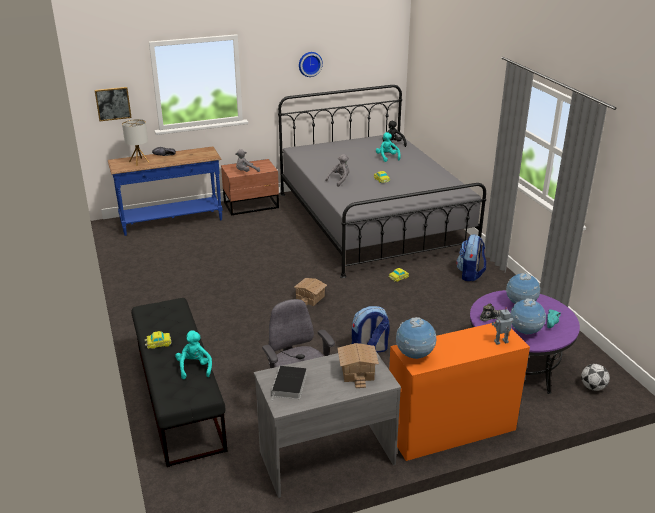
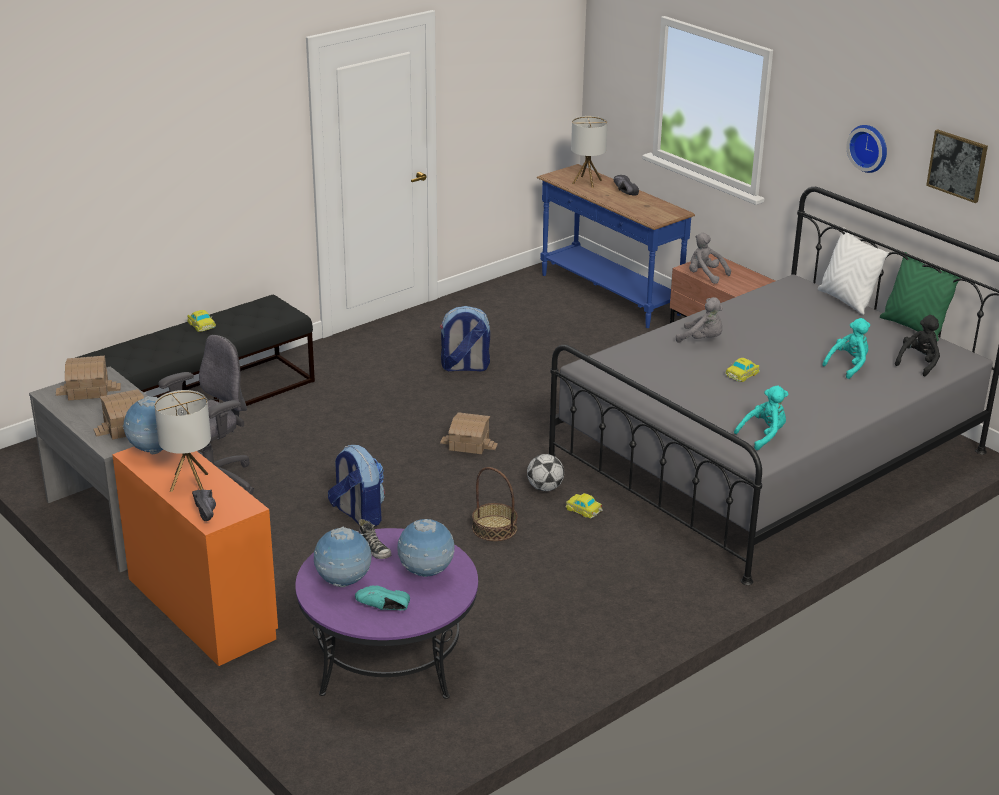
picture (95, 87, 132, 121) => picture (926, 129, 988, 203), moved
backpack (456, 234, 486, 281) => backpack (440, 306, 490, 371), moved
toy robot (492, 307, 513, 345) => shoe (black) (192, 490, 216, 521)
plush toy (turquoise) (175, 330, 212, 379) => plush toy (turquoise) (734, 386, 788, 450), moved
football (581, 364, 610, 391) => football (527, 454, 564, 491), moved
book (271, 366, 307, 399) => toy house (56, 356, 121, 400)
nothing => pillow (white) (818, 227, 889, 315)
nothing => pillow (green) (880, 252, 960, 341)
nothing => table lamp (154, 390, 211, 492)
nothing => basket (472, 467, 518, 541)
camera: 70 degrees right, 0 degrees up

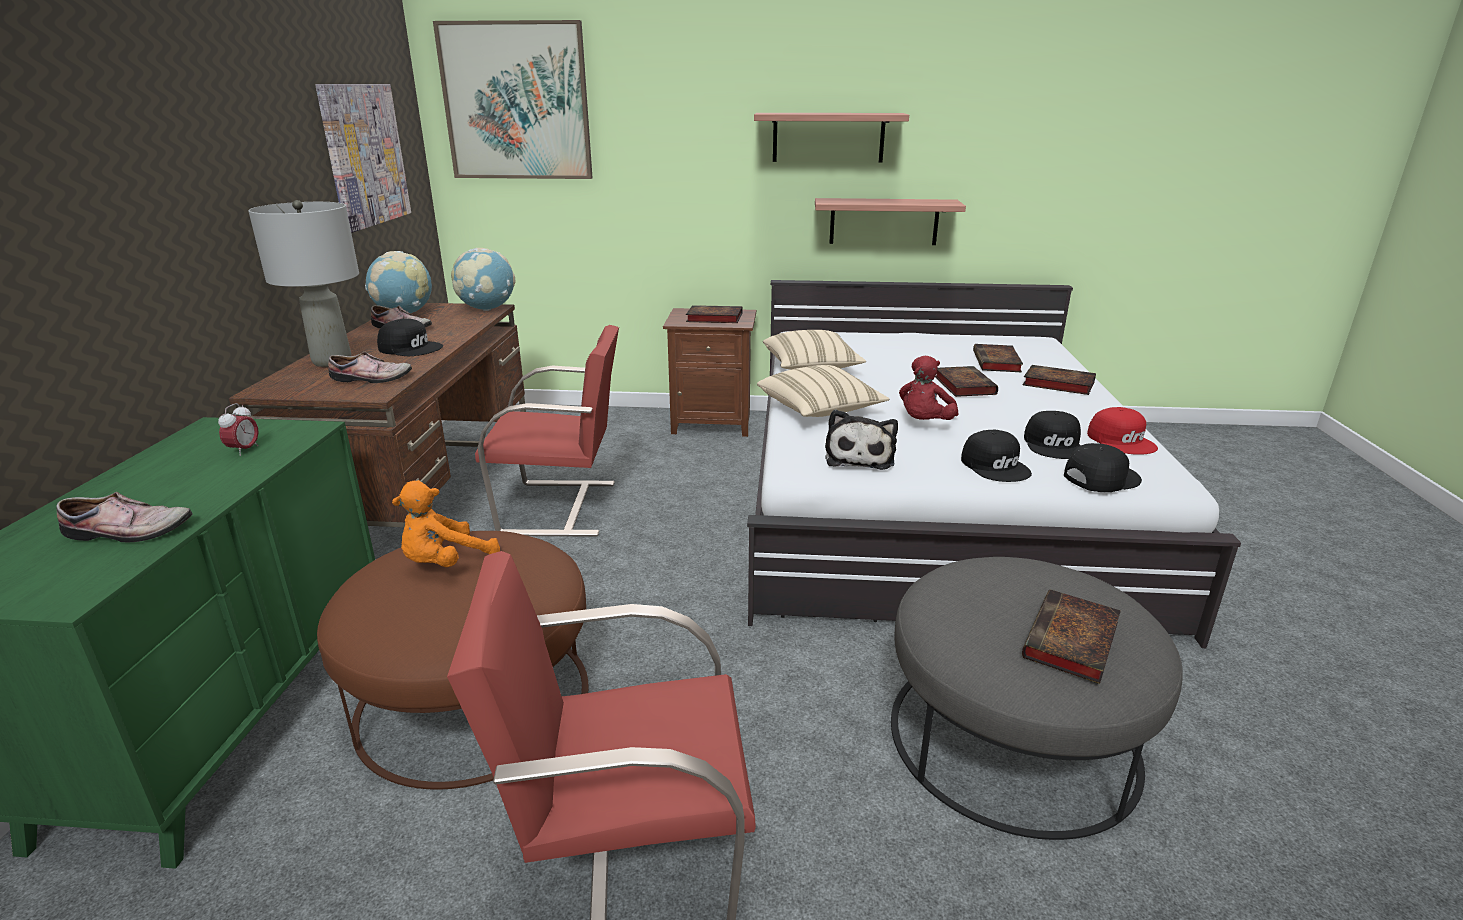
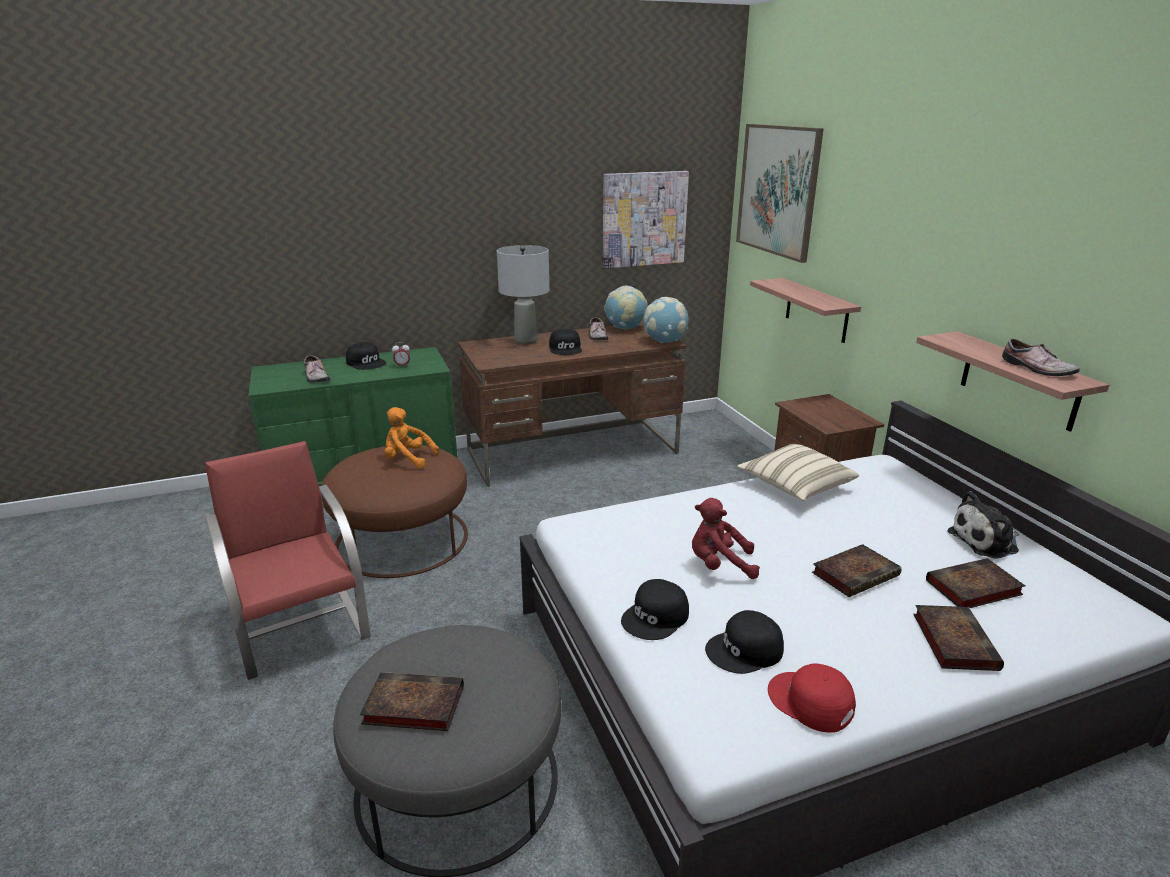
shelf (754, 113, 909, 163) => shelf (750, 278, 861, 343), moved
book (686, 305, 743, 323) => nothing
chair (red) (475, 325, 619, 537) => nothing
shoe (328, 352, 412, 383) => shoe (1002, 338, 1080, 376), moved
pillow (beige) (757, 365, 890, 417) => nothing
cap (red) (1087, 407, 1158, 455) => cap (red) (768, 663, 856, 733), 90 degrees clockwise
plush toy (825, 409, 898, 470) => plush toy (947, 491, 1019, 559), moved
cap (black) (1064, 443, 1142, 492) => cap (black) (346, 342, 386, 370), moved
camera: 65 degrees right, 0 degrees up

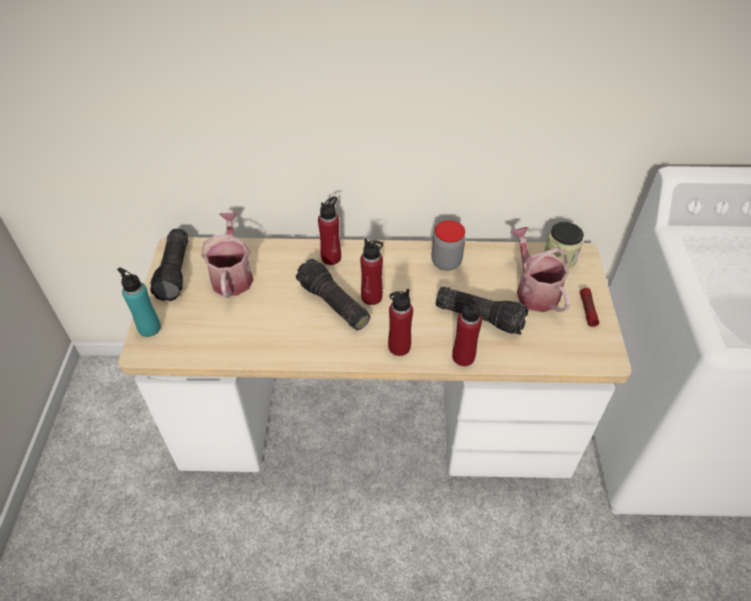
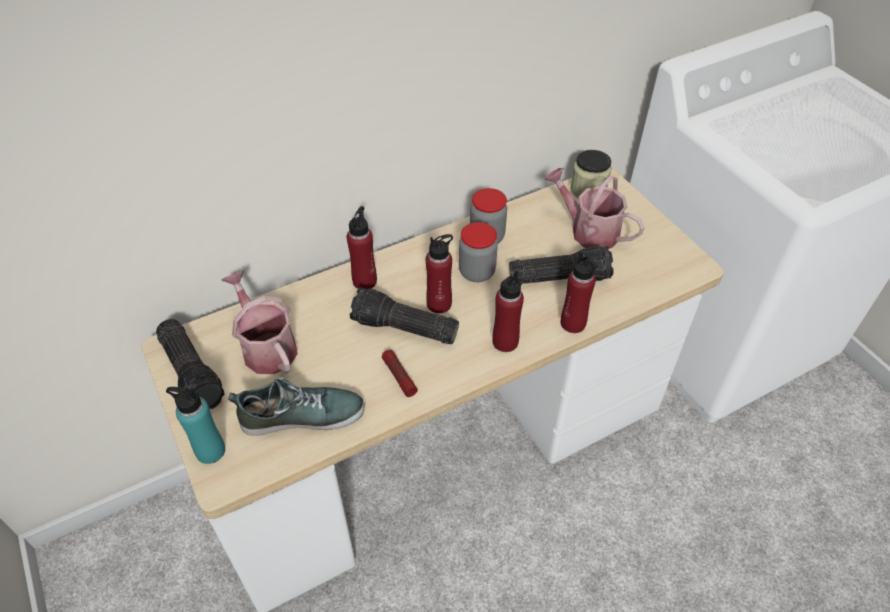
flashlight (580, 288, 599, 327) => flashlight (382, 350, 418, 397), moved
nothing => jar (459, 222, 498, 282)
nothing => shoe (228, 378, 365, 436)
camera: 30 degrees left, 0 degrees up

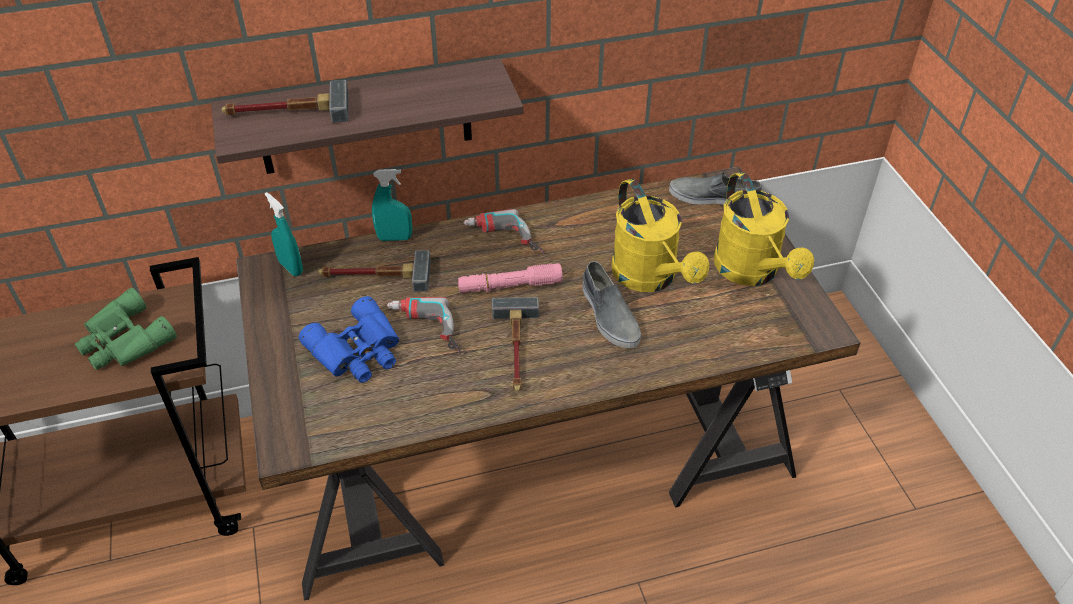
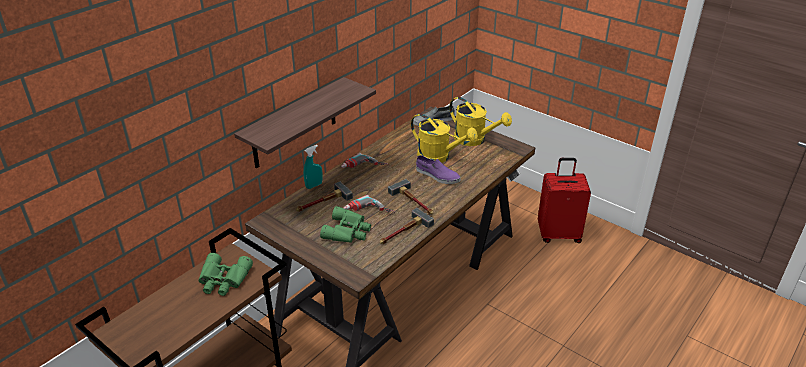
hammer (221, 80, 349, 123) => hammer (380, 208, 434, 244), moved
spray bottle (turquoise) (265, 192, 303, 276) => nothing
shoe (grey) (583, 261, 641, 348) => shoe (purple) (416, 155, 460, 184)
flashlight (pink) (458, 263, 563, 293) => nothing
binoculars (blue) (299, 296, 399, 383) => binoculars (green) (320, 206, 371, 243)
nothing => suitcase (red) (538, 158, 591, 243)
camera: 35 degrees left, 10 degrees down

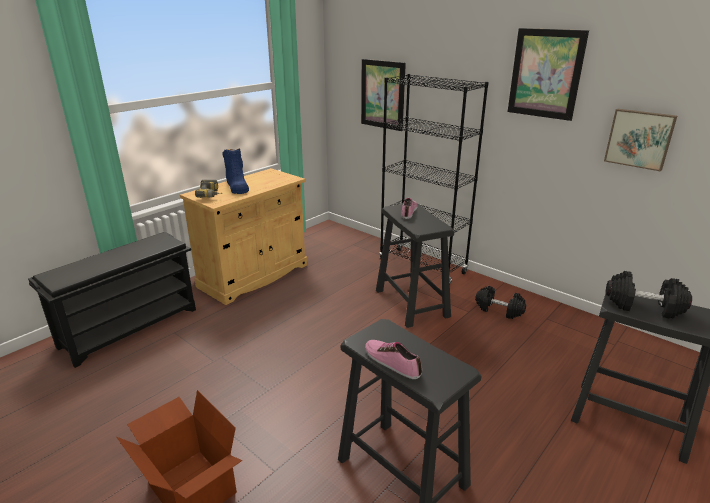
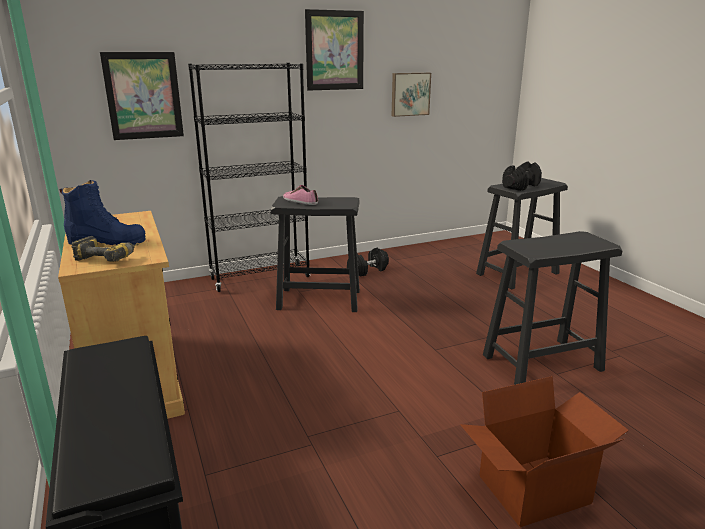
shoe (365, 340, 422, 379) => nothing
camera: 65 degrees left, 5 degrees down

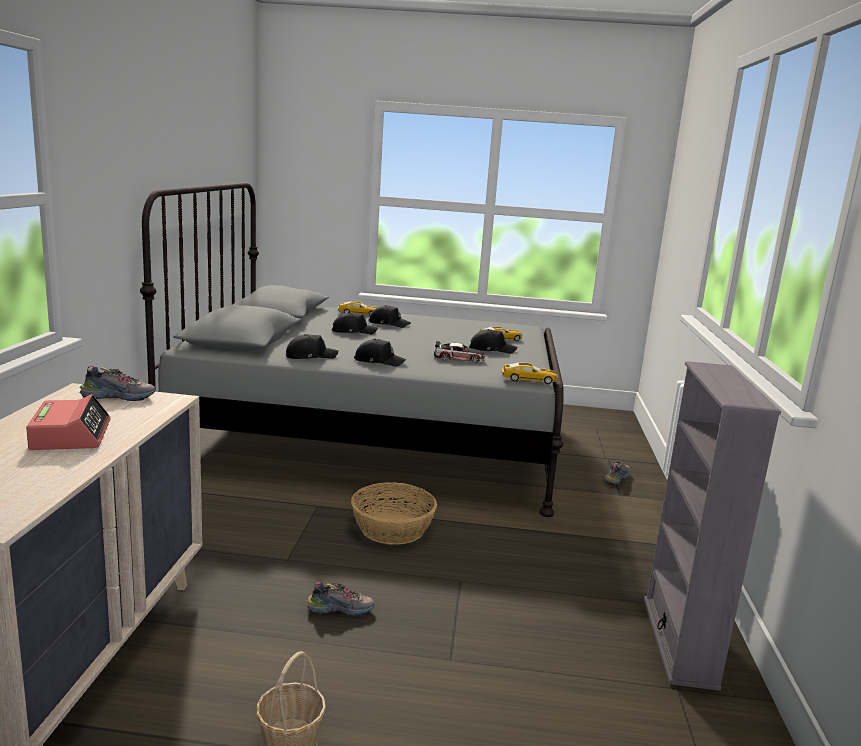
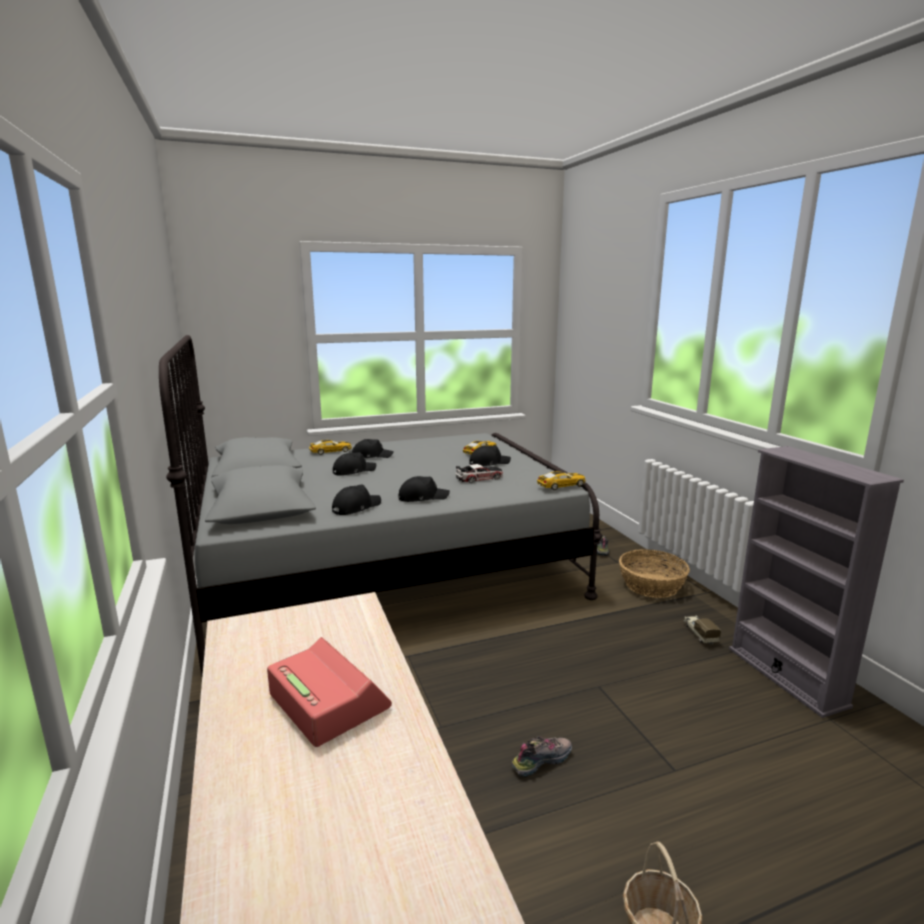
shoe (79, 366, 156, 401) => nothing
basket (351, 482, 437, 545) => basket (619, 549, 690, 598), moved
nothing => toy truck (684, 616, 721, 645)
camera: 25 degrees left, 0 degrees up

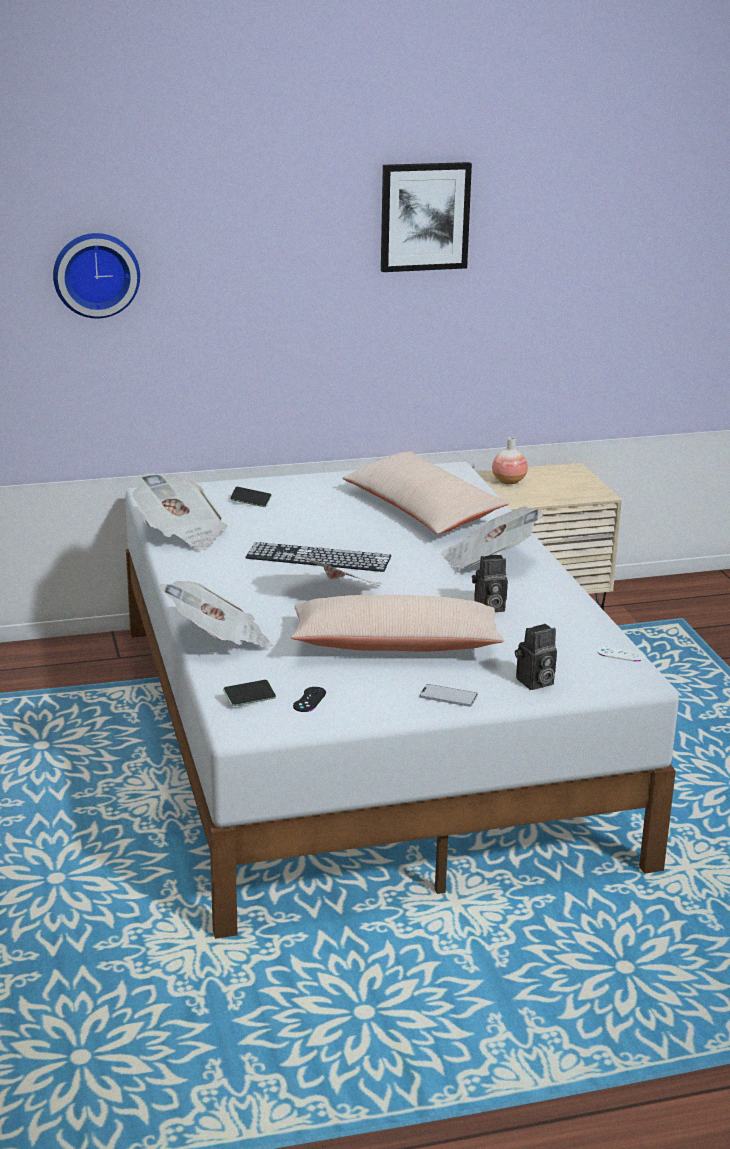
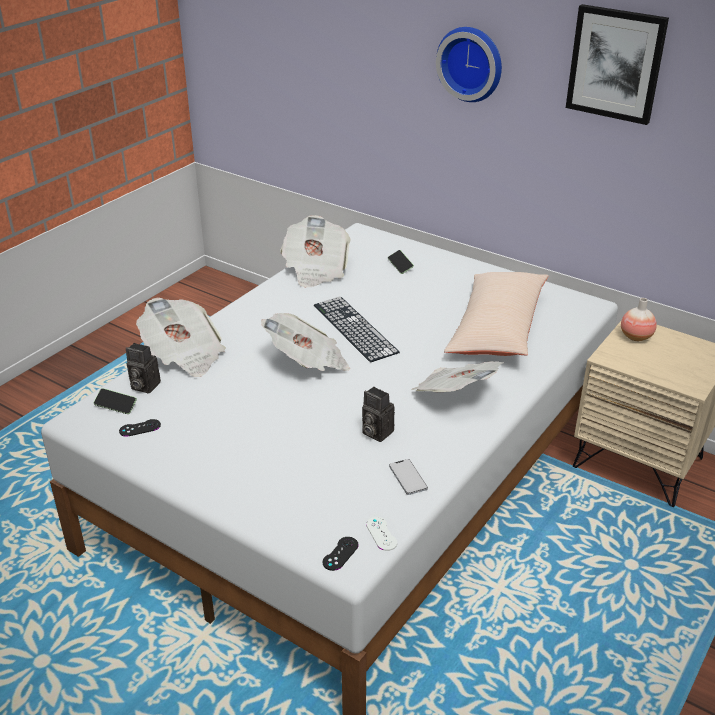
wall clock (53, 233, 140, 319) => wall clock (436, 27, 502, 102), moved
pillow (beige) (291, 595, 504, 651) => nothing
photo camera (515, 624, 557, 690) => photo camera (126, 343, 161, 394), moved
phone (420, 684, 478, 707) => phone (389, 459, 428, 495), moved
nothing => game controller (black) (323, 537, 359, 571)
camera: 50 degrees right, 10 degrees up

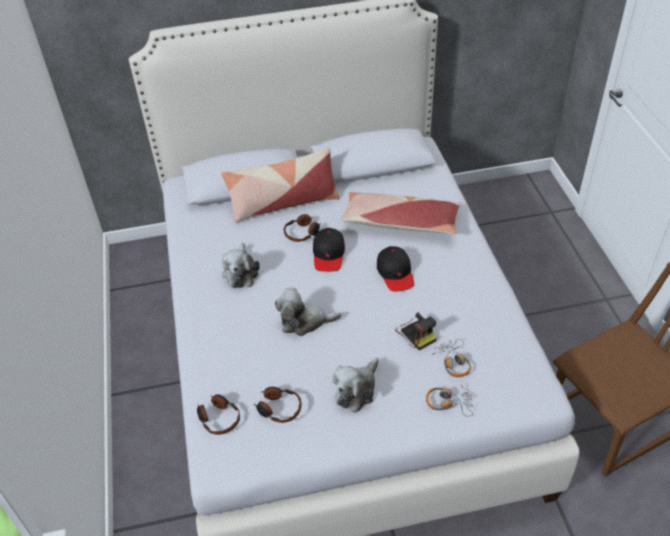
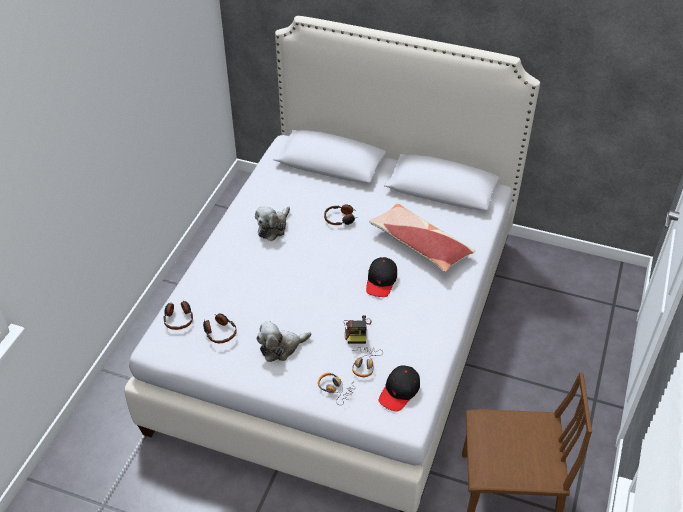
pillow (221, 147, 339, 223) => nothing
cap (black) (313, 228, 345, 272) => cap (black) (379, 366, 420, 412), moved
plush toy (275, 288, 341, 336) => nothing
camera: 30 degrees right, 0 degrees up

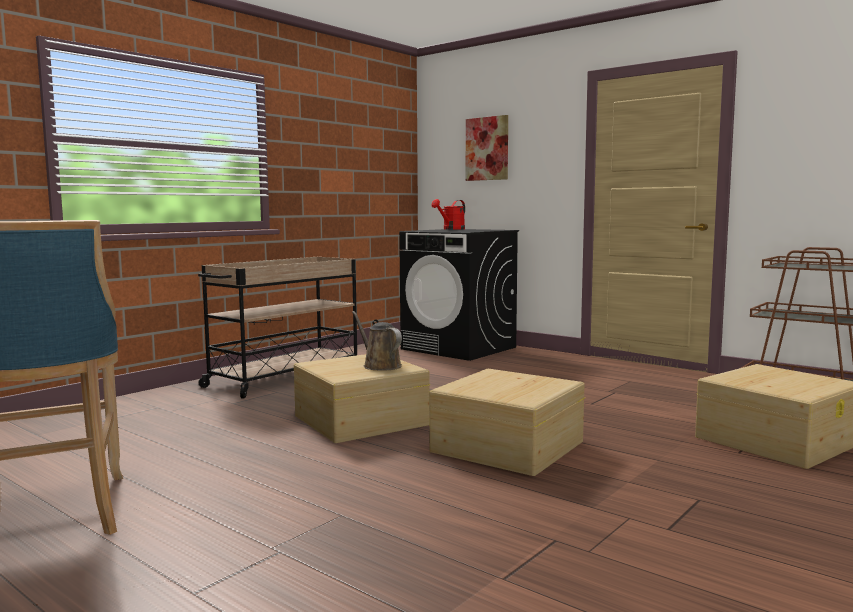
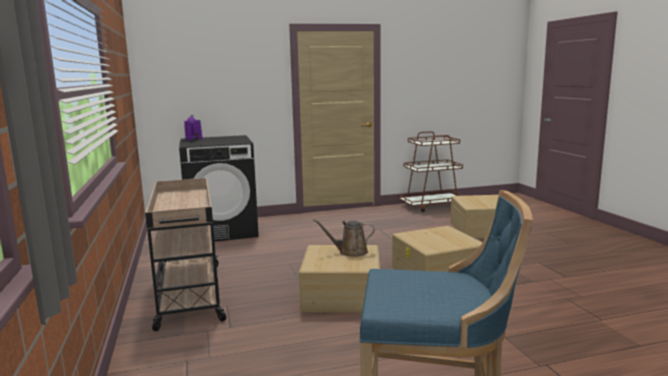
picture (466, 115, 508, 181) => nothing
watering can (red) (432, 199, 465, 230) => watering can (purple) (184, 115, 203, 140)
camera: 55 degrees left, 5 degrees up

